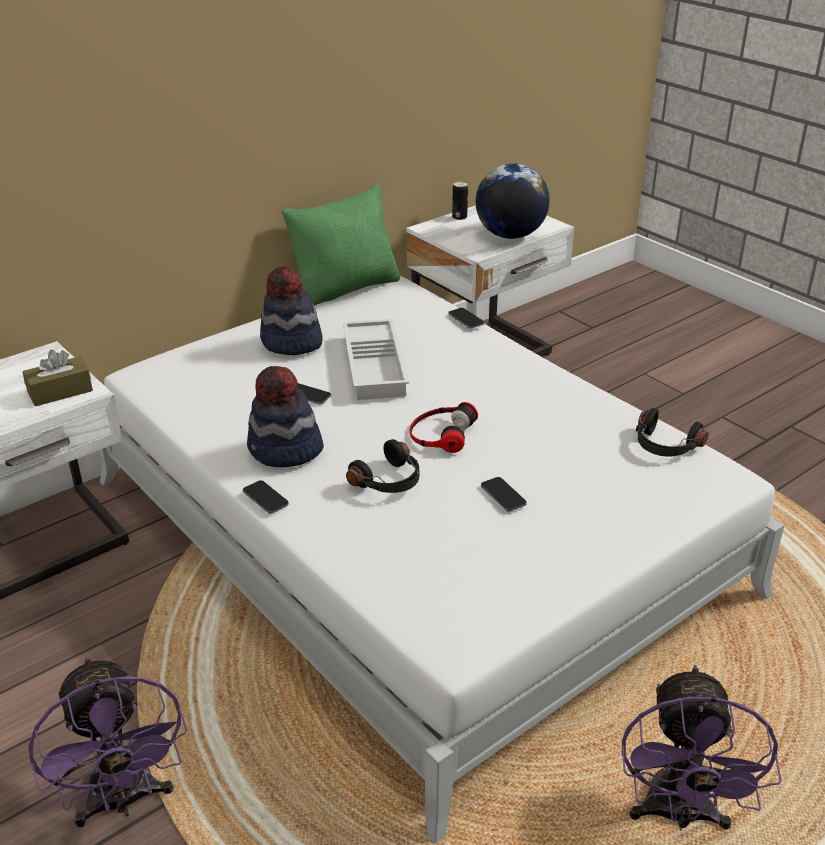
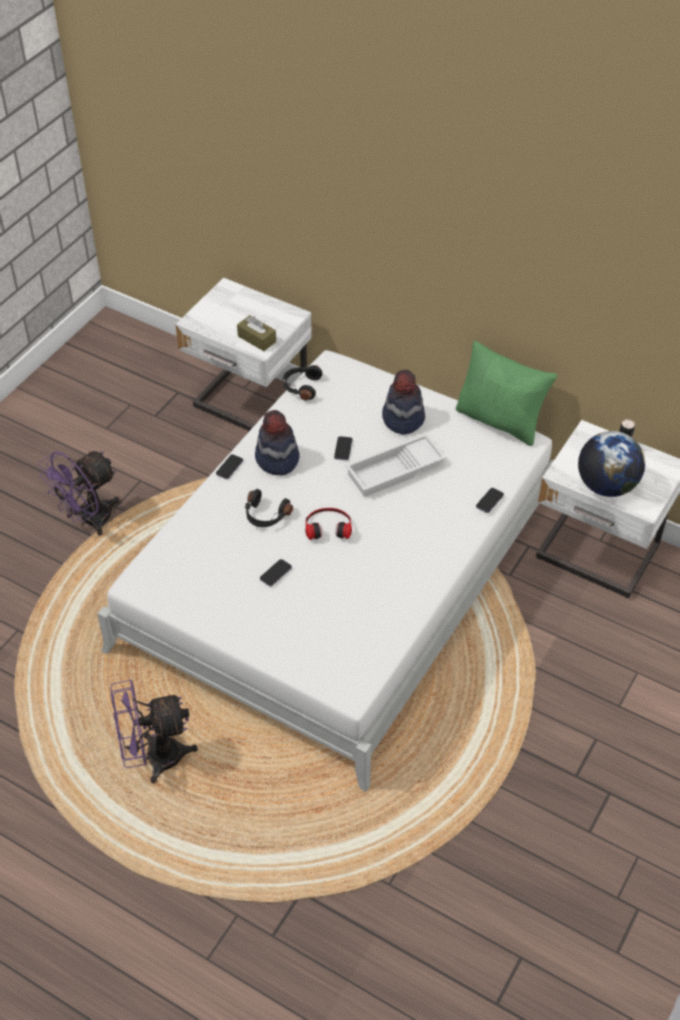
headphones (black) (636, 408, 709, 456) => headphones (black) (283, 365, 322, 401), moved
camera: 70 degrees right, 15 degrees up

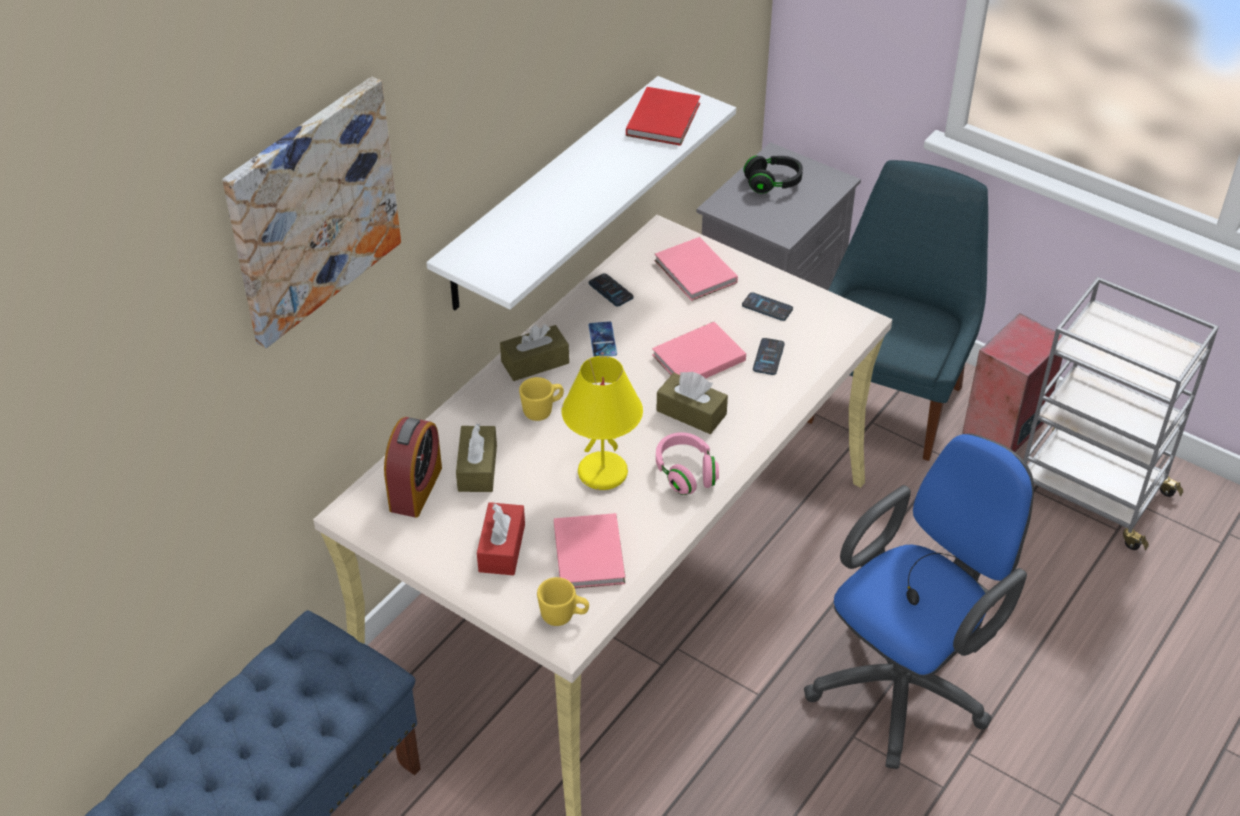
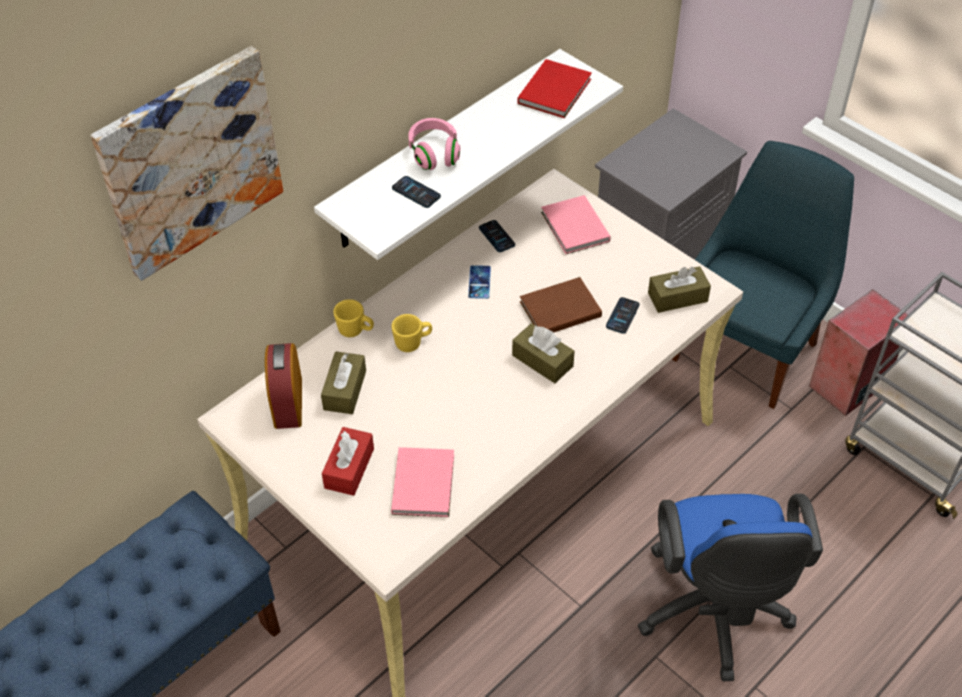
headphones (black) (744, 156, 803, 194) => nothing
phone (742, 292, 793, 321) => phone (392, 176, 441, 208), moved
book (pink) (652, 322, 746, 379) => book (brown) (520, 277, 602, 333)
tissue box (brown) (500, 324, 569, 381) => tissue box (brown) (648, 266, 711, 313), moved
table lamp (yellow) (562, 356, 643, 490) => nothing
alarm clock (384, 417, 442, 518) => alarm clock (265, 343, 302, 429), 150 degrees clockwise
headphones (pink) (656, 432, 719, 495) => headphones (pink) (408, 118, 460, 170), moved
office chair (blue) (804, 433, 1034, 769) => office chair (blue) (638, 494, 823, 681), 120 degrees clockwise
mug (yellow) (537, 577, 589, 626) => mug (yellow) (334, 299, 374, 337), moved
camera: 10 degrees right, 5 degrees up

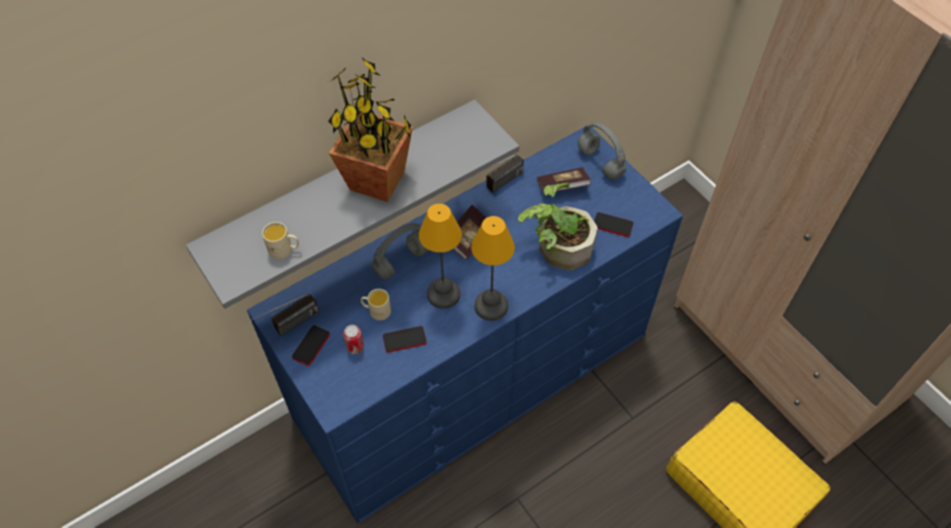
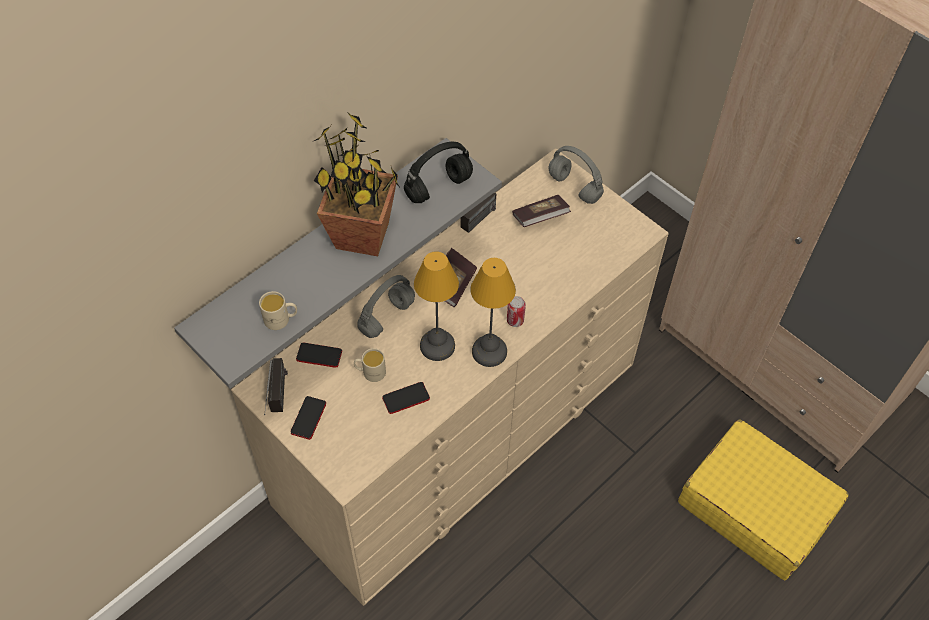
dresser (blue) (247, 126, 683, 523) => dresser (beige) (231, 148, 669, 606)
potted plant (518, 183, 598, 270) => nothing
phone (594, 212, 634, 237) => phone (296, 343, 342, 368), moved
radio (249, 293, 319, 336) => radio (264, 358, 288, 415), 45 degrees counterclockwise
can (343, 325, 364, 354) => can (507, 296, 526, 327), moved
nothing => headphones (black) (404, 142, 473, 203)
camera: 10 degrees left, 0 degrees up

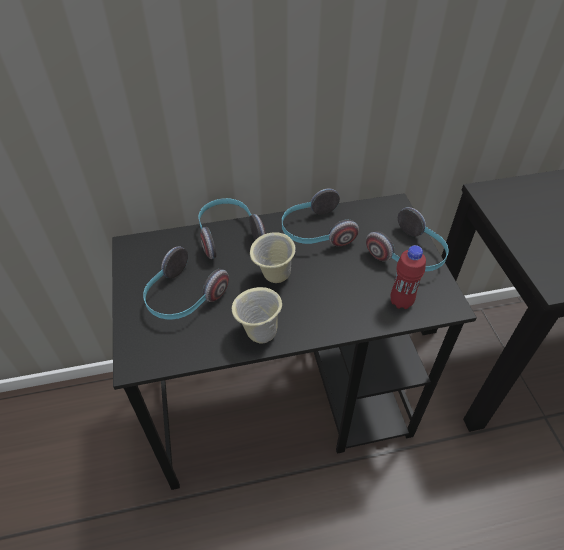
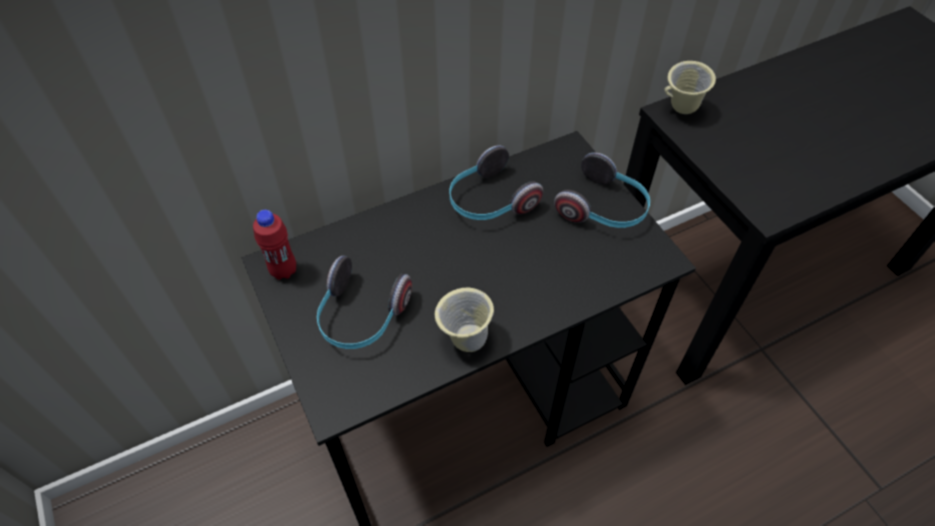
headphones (198, 198, 266, 259) => nothing
mug (beige) (250, 232, 296, 283) => mug (beige) (664, 61, 716, 114), moved
bottle (red) (390, 245, 426, 309) => bottle (red) (253, 210, 296, 280), moved
camera: 15 degrees left, 5 degrees up

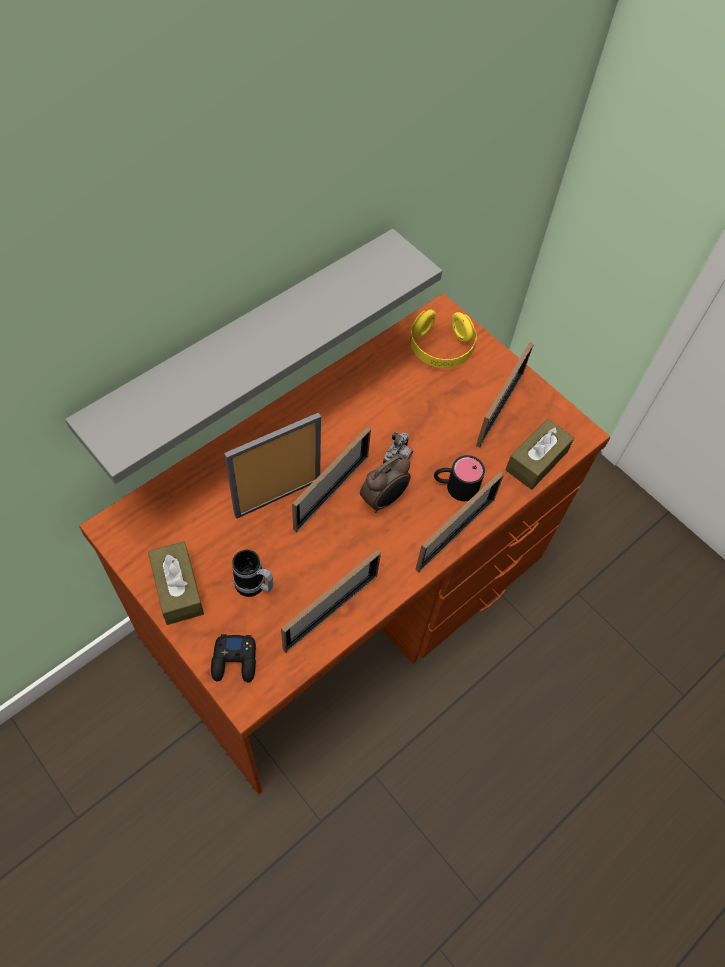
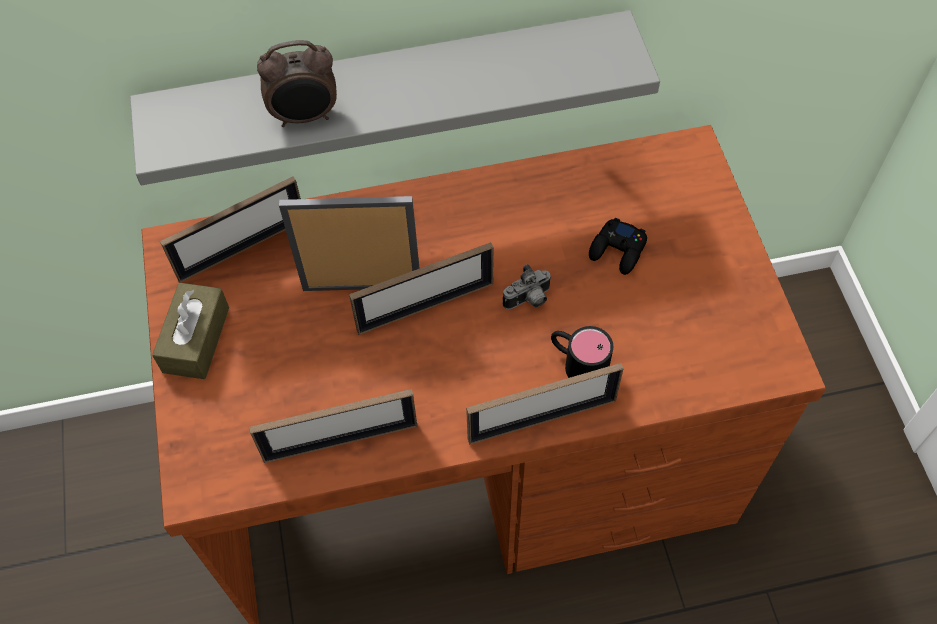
headphones (yellow) (409, 310, 477, 368) => nothing
picture frame (476, 342, 534, 448) => picture frame (160, 177, 301, 283), moved
tissue box (brown) (505, 419, 574, 490) => nothing
alarm clock (360, 454, 411, 513) => alarm clock (257, 40, 337, 127), moved
mug (232, 550, 273, 597) => nothing
game controller (black) (211, 634, 256, 682) => game controller (black) (589, 218, 647, 275), moved
camera: 35 degrees right, 0 degrees up

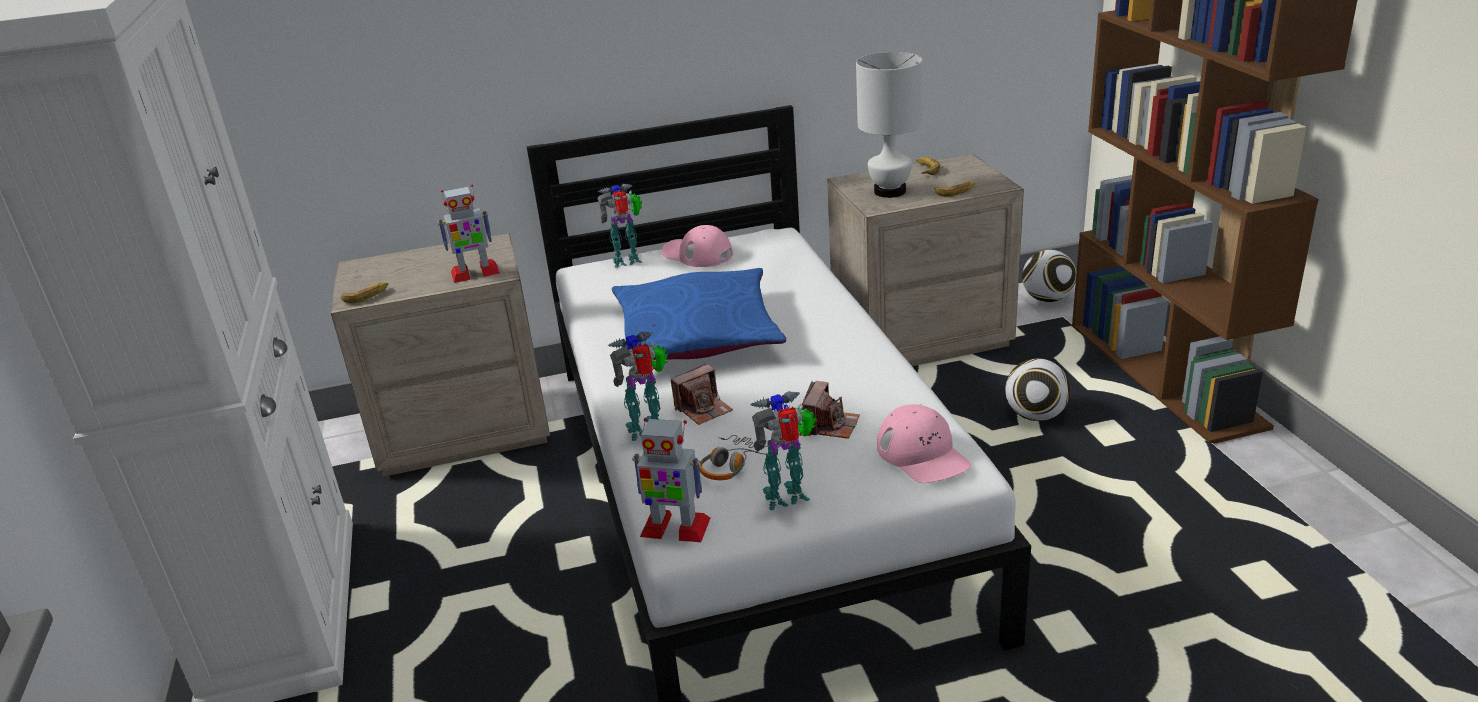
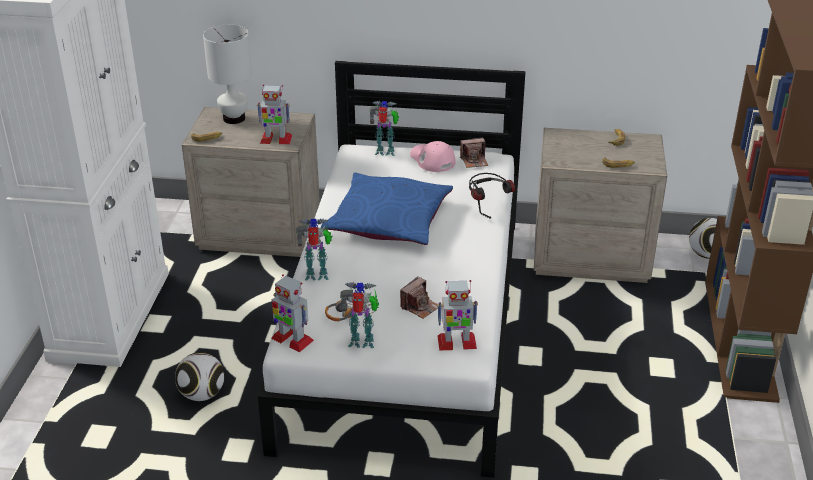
table lamp (white) (856, 52, 922, 198) => table lamp (white) (203, 25, 252, 124), moved
football (1005, 358, 1070, 421) => football (175, 352, 224, 401), moved
photo camera (671, 363, 733, 425) => photo camera (460, 137, 488, 168), moved
cap (pink) (877, 404, 971, 483) => toy robot (437, 280, 478, 350)
nothing => headphones (469, 173, 515, 219)
camera: 20 degrees right, 5 degrees up

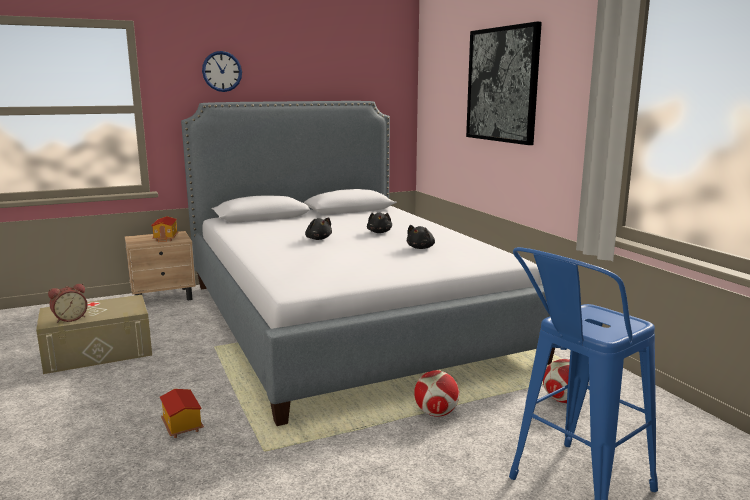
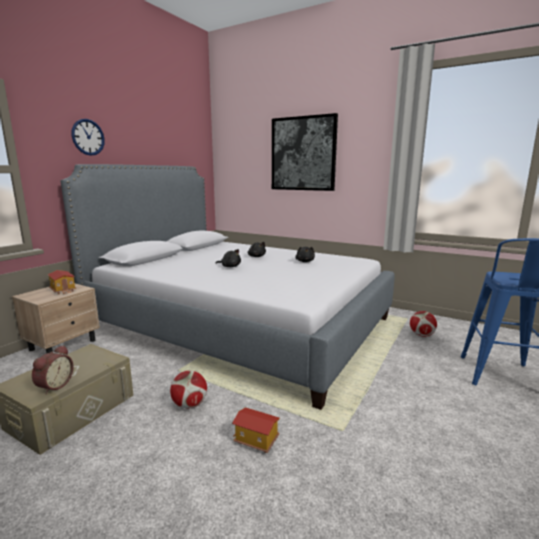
football (414, 370, 459, 417) => football (170, 371, 207, 409), moved
camera: 35 degrees left, 0 degrees up

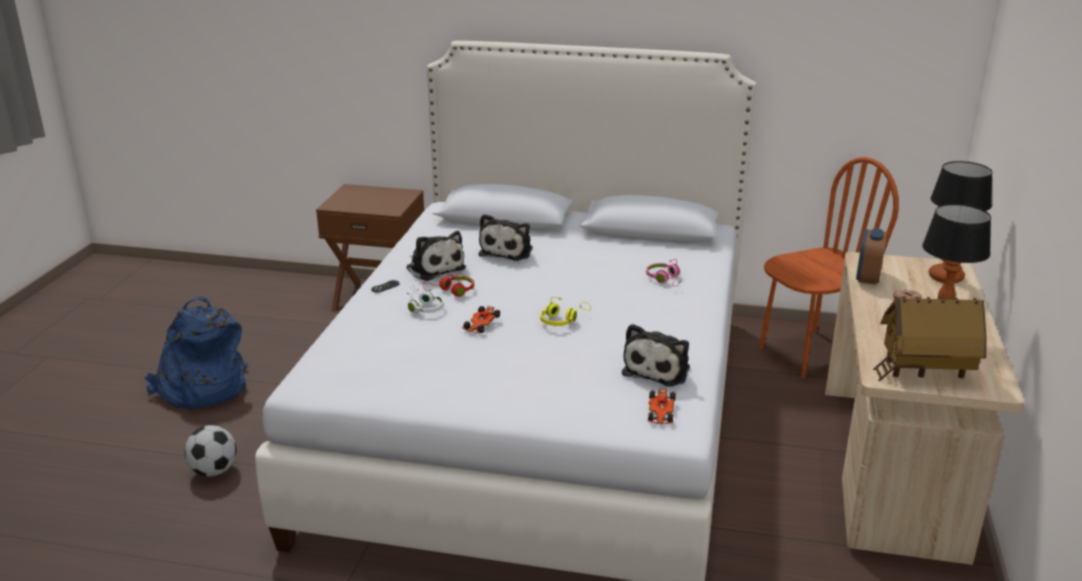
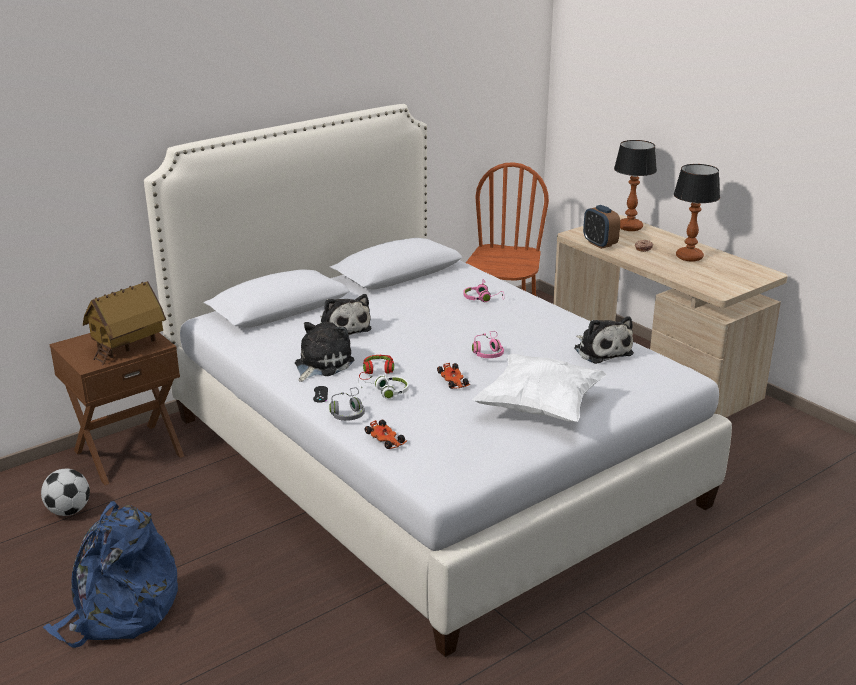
plush toy (406, 231, 466, 281) => plush toy (295, 322, 354, 382), 60 degrees counterclockwise
headphones (yellow) (540, 297, 591, 326) => headphones (pink) (472, 331, 504, 358)
toy house (873, 297, 987, 381) => toy house (83, 281, 166, 365), moved
toy car (647, 389, 676, 424) => toy car (364, 420, 407, 449), moved
football (185, 425, 237, 476) => football (41, 469, 90, 516), moved
nothing => pillow (white) (472, 354, 607, 422)
nothing => headphones (grey) (329, 387, 365, 421)
camera: 50 degrees left, 0 degrees up

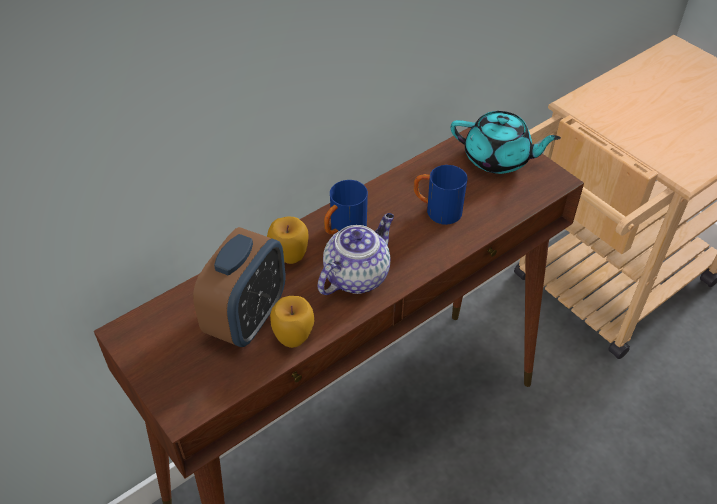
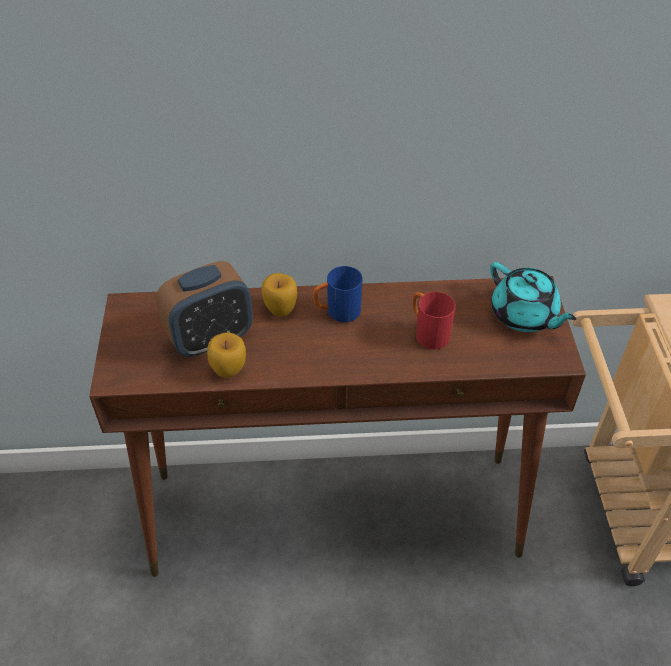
mug (blue) (414, 165, 468, 225) => mug (red) (412, 292, 456, 349)
teapot (317, 213, 394, 295) => nothing
camera: 35 degrees right, 0 degrees up

